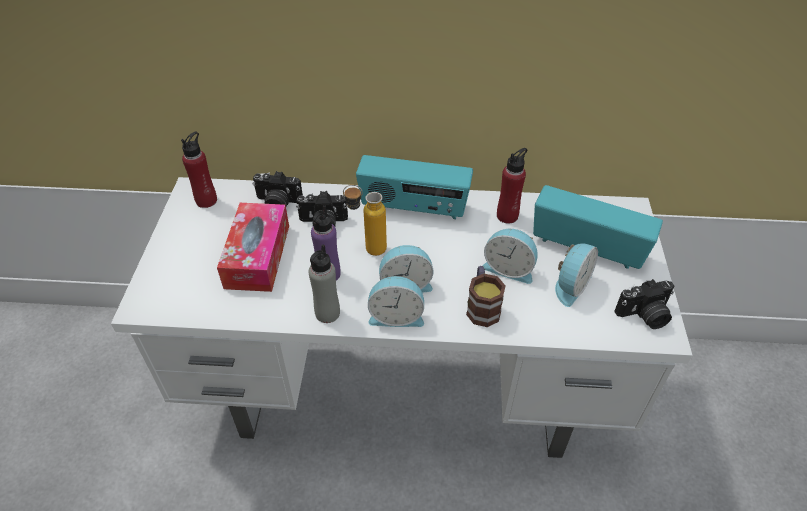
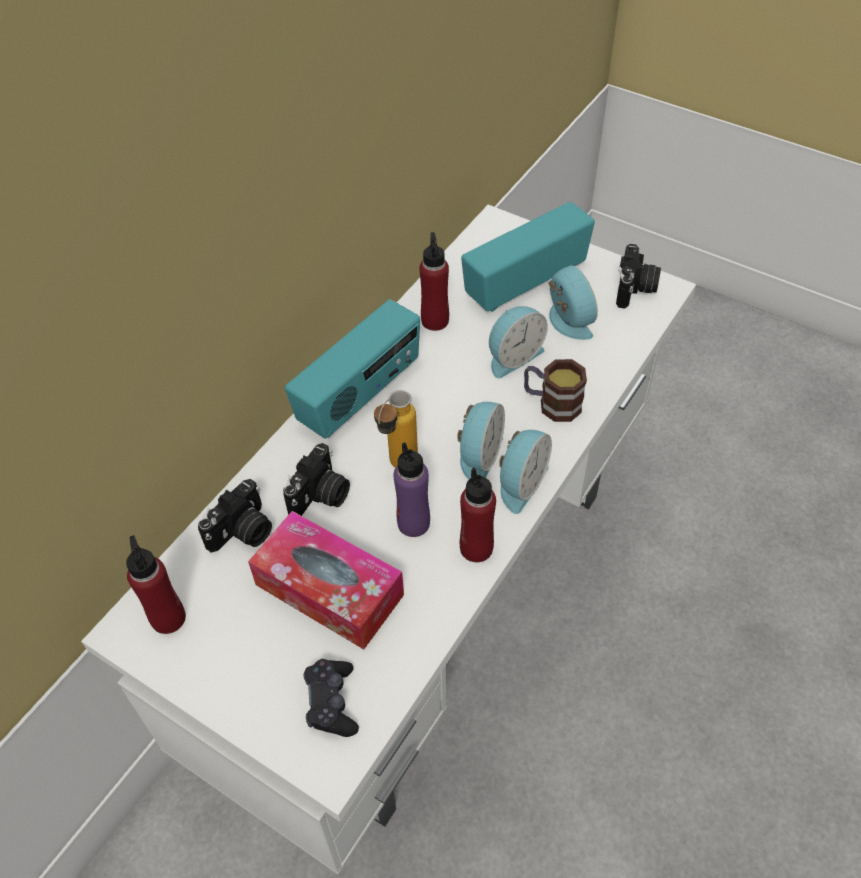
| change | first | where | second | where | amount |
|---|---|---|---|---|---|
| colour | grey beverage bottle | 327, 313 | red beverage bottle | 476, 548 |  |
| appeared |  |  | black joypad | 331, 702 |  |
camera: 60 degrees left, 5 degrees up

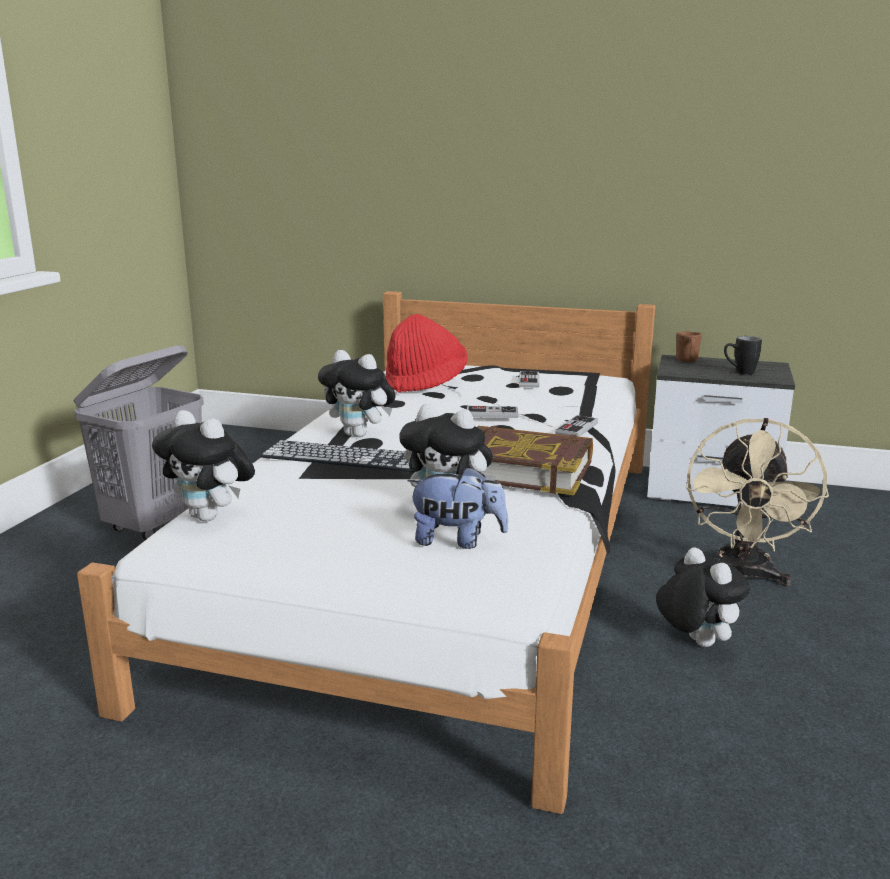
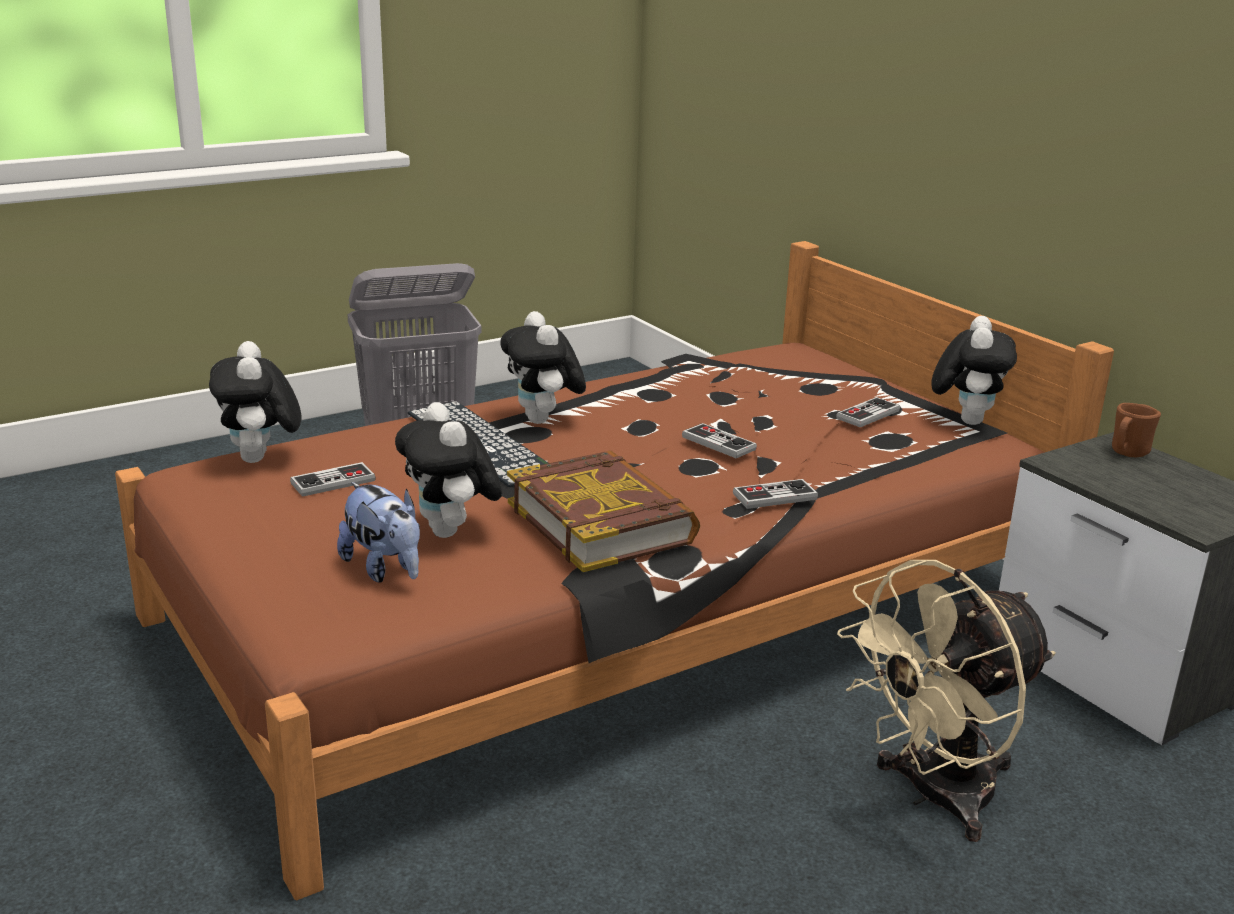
| change | first | where | second | where | amount |
|---|---|---|---|---|---|
| colour | white bed | 444, 559 | brownish bed | 613, 608 |  |
| missing | red wearable hat | 425, 383 |  |  |  |
| missing | black tea mug | 739, 372 |  |  |  |
| relocated | plush toy | 695, 642 |  | 965, 420 |  |
| appeared |  |  | joypad | 333, 482 |  |
camera: 40 degrees right, 5 degrees up

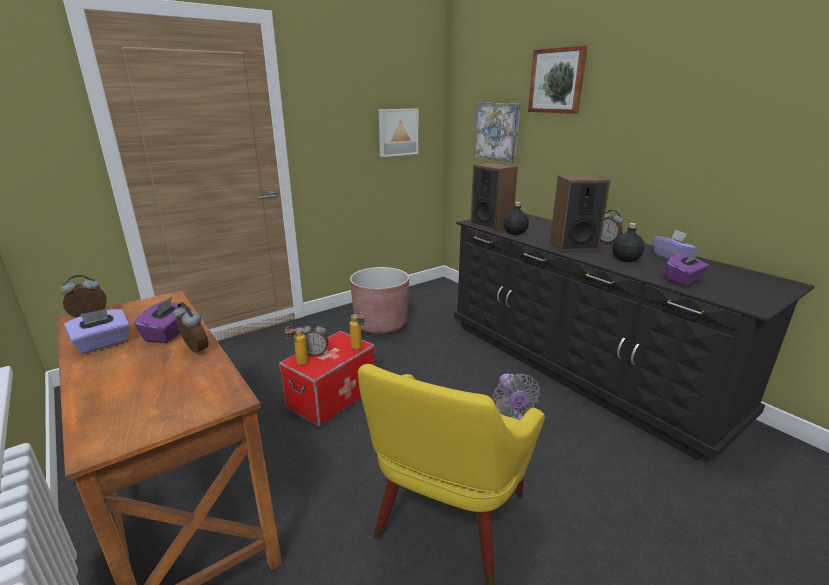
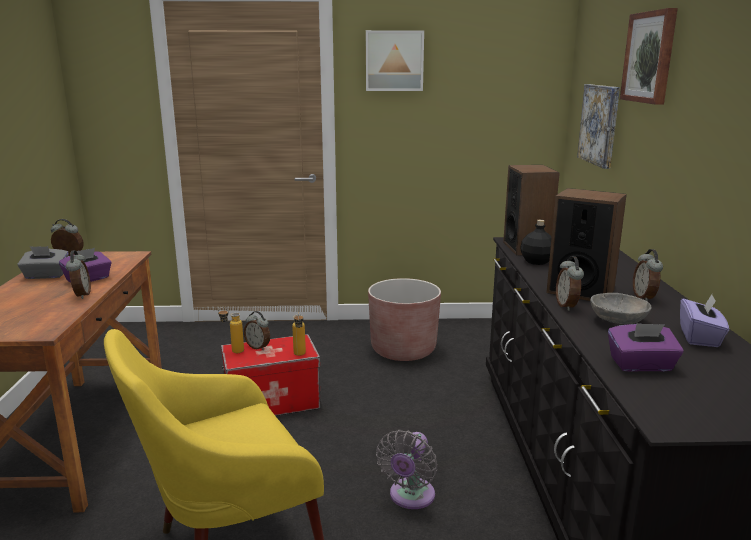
| change | first | where | second | where | amount |
|---|---|---|---|---|---|
| relocated | picture | 397, 132 |  | 394, 61 |  |
| exchanged | black beverage bottle | 626, 259 | grey serving bowl | 617, 322 |  |
| colour | purplish tissue holder | 103, 344 | grey tissue holder | 46, 275 |  |
| appeared |  |  | table clock | 567, 306 |  |
camera: 35 degrees right, 5 degrees down

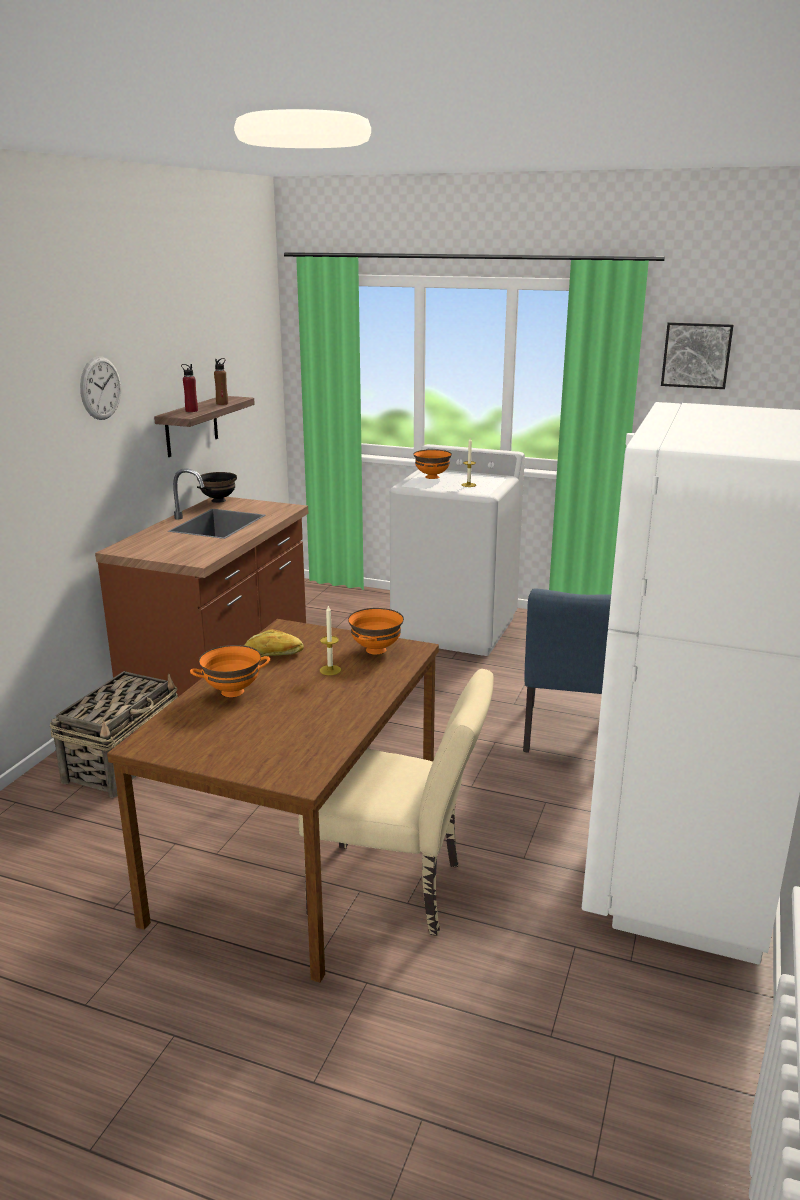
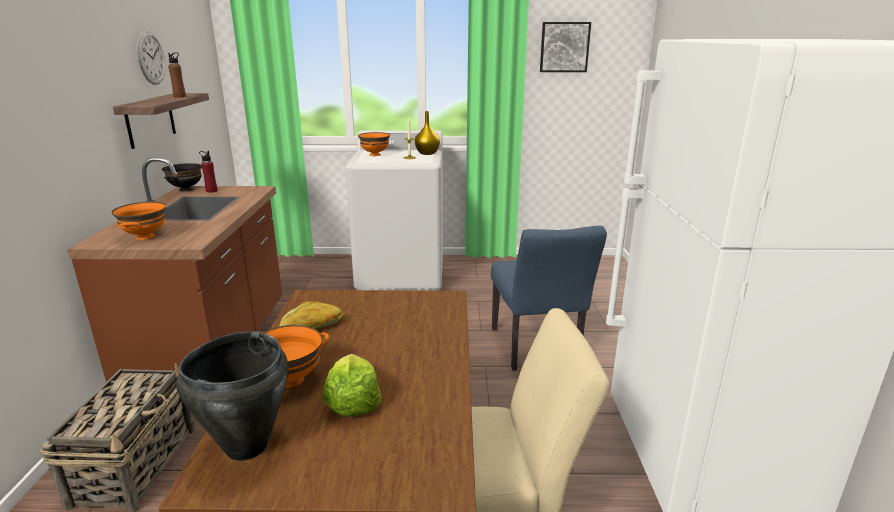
| change | first | where | second | where | amount |
|---|---|---|---|---|---|
| relocated | clock on the wall | 100, 388 |  | 151, 58 |  |
| relocated | red beverage bottle | 191, 411 |  | 211, 191 |  |
| missing | wax candle | 330, 670 |  |  |  |
| relocated | orange serving bowl | 376, 650 |  | 145, 236 |  |
| appeared |  |  | yellowish flower vase | 427, 153 |  |
| appeared |  |  | black stockpot | 245, 447 |  |
| appeared |  |  | lettuce head | 352, 402 |  |
camera: 20 degrees left, 0 degrees up

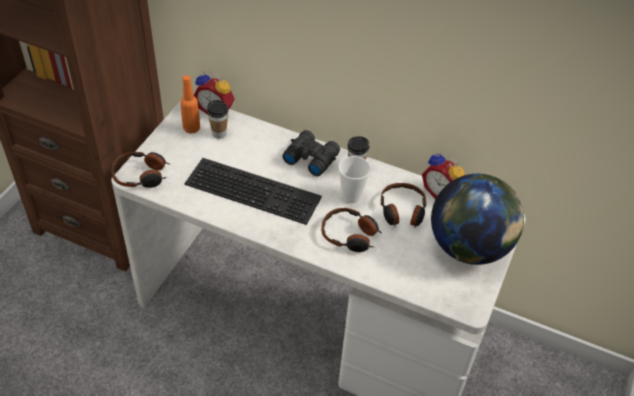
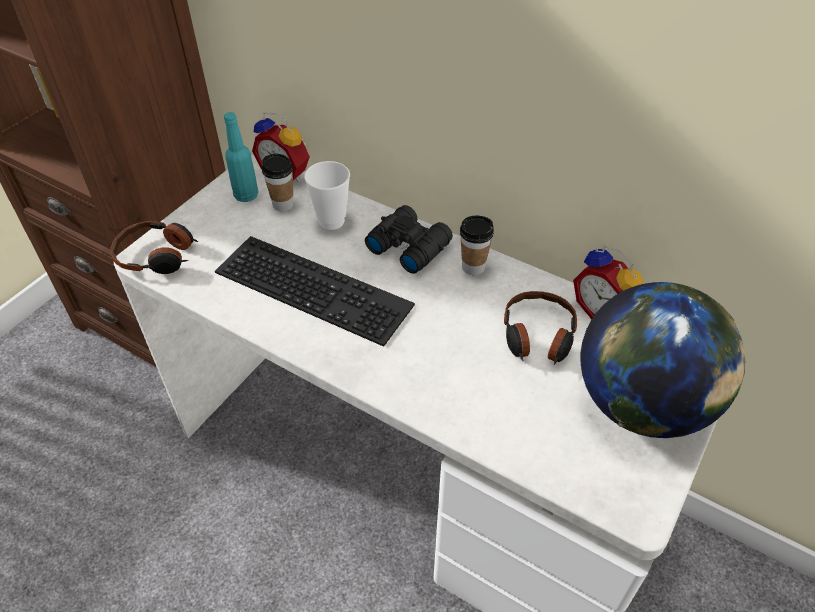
| change | first | where | second | where | amount |
|---|---|---|---|---|---|
| colour | orange beverage bottle | 191, 128 | turquoise beverage bottle | 246, 195 |  |
| relocated | small cup | 351, 196 |  | 331, 221 |  |
| missing | pair of headphones | 350, 235 |  |  |  |
camera: 10 degrees right, 0 degrees up

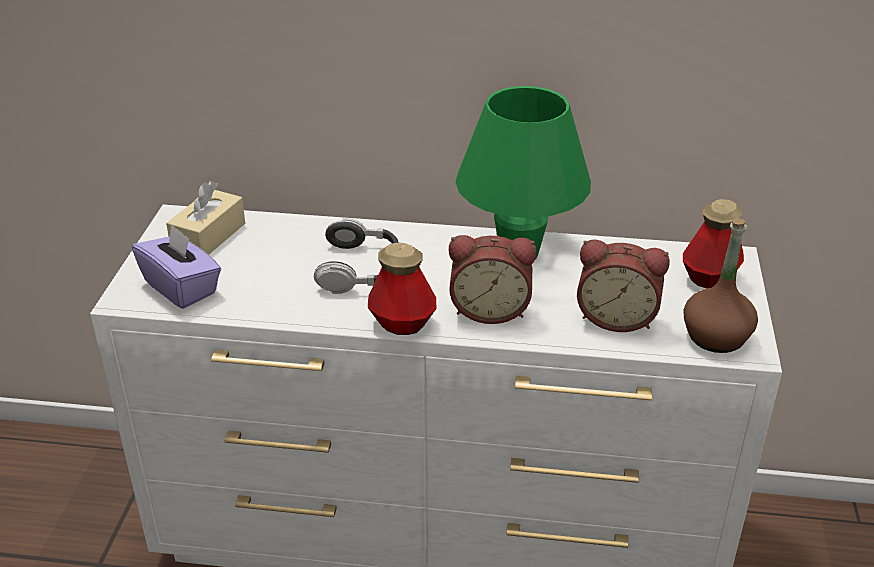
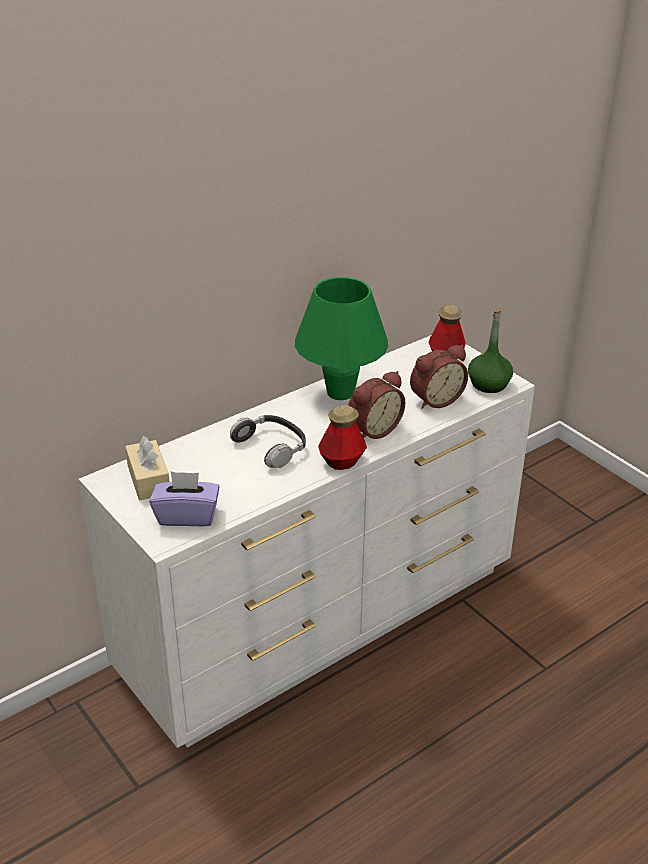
| change | first | where | second | where | amount |
|---|---|---|---|---|---|
| colour | brownish beverage bottle | 715, 336 | greenish beverage bottle | 488, 384 |  |
camera: 45 degrees left, 0 degrees up

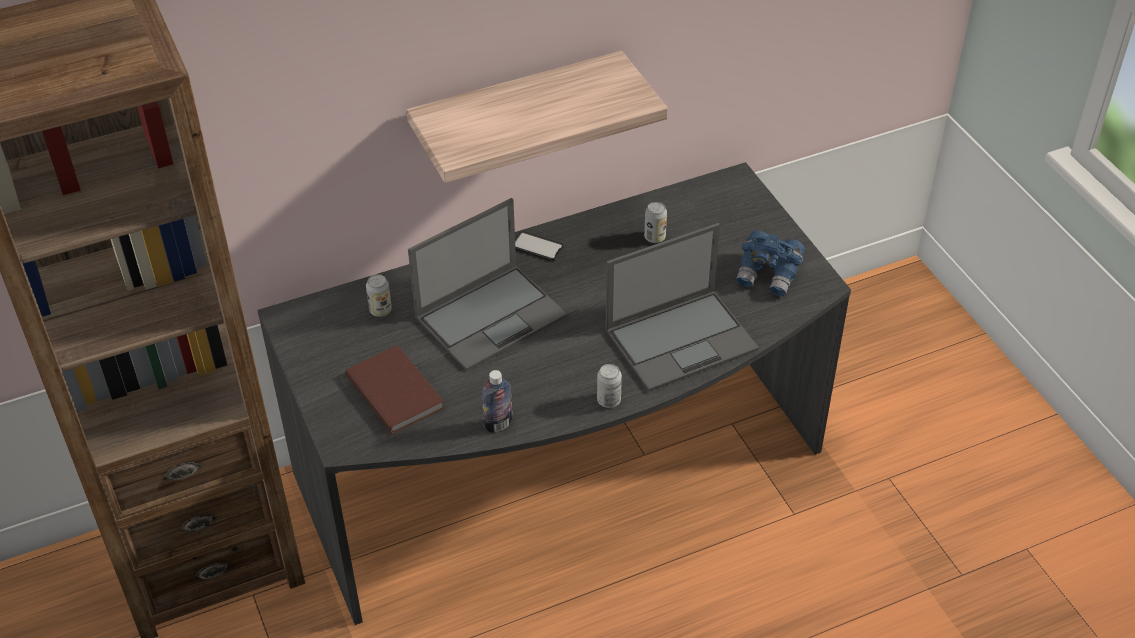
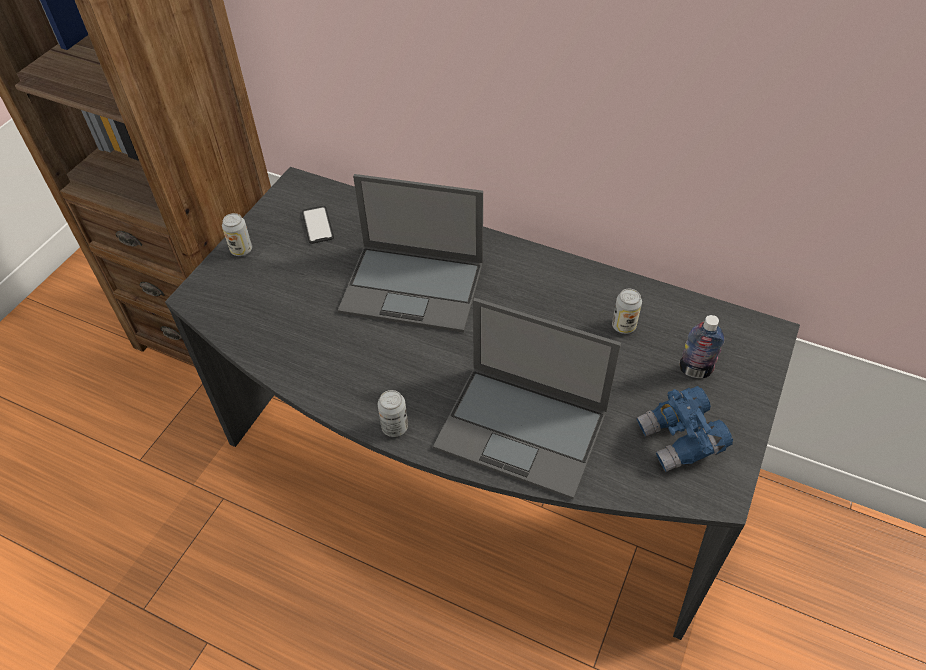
| change | first | where | second | where | amount |
|---|---|---|---|---|---|
| missing | shelf | 517, 112 |  |  |  |
| relocated | telephone | 537, 247 |  | 317, 225 |  |
| relocated | can | 380, 310 |  | 241, 250 |  |
| missing | brownish bound book | 396, 390 |  |  |  |
| relocated | beverage bottle | 498, 424 |  | 695, 370 |  |
camera: 50 degrees right, 5 degrees up

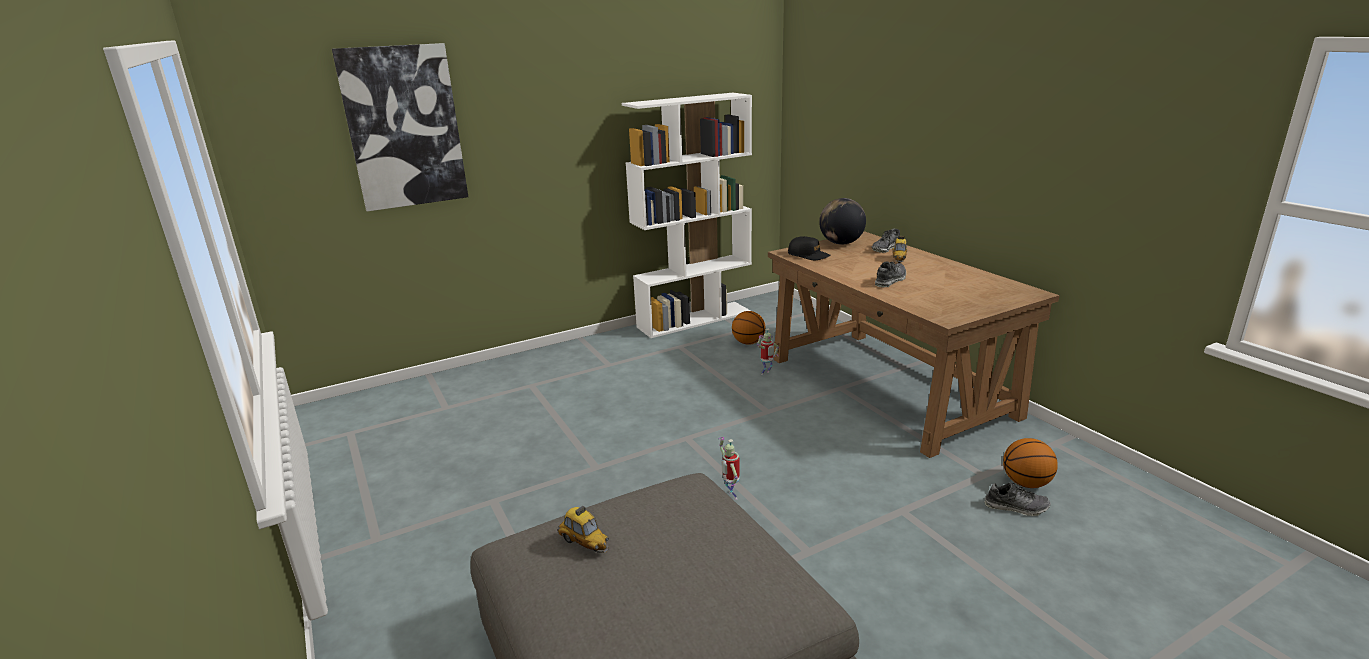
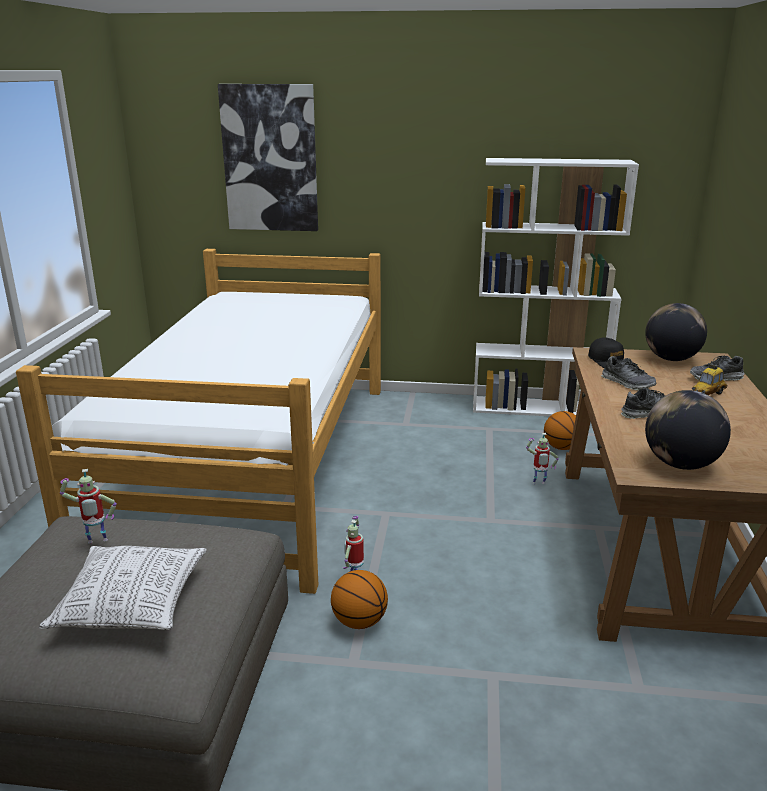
| change | first | where | second | where | amount |
|---|---|---|---|---|---|
| relocated | basketball ball | 1026, 483 |  | 359, 622 |  |
| relocated | shoe | 1016, 507 |  | 627, 383 |  |
| exchanged | toy car | 584, 543 | robot figure | 97, 542 |  |
| appeared |  |  | bed | 256, 462 |  |
| appeared |  |  | world globe | 680, 464 |  |
| appeared |  |  | pillow | 131, 604 |  |
camera: 35 degrees right, 0 degrees up

